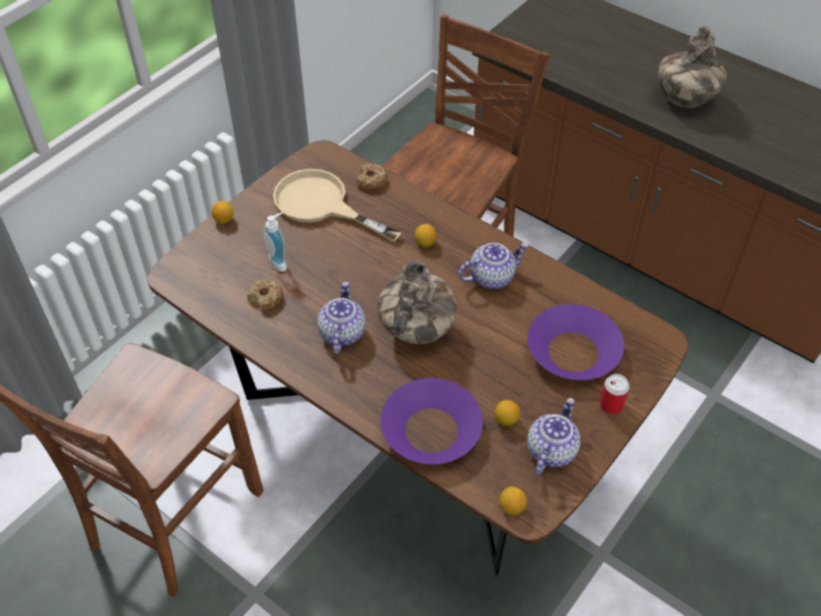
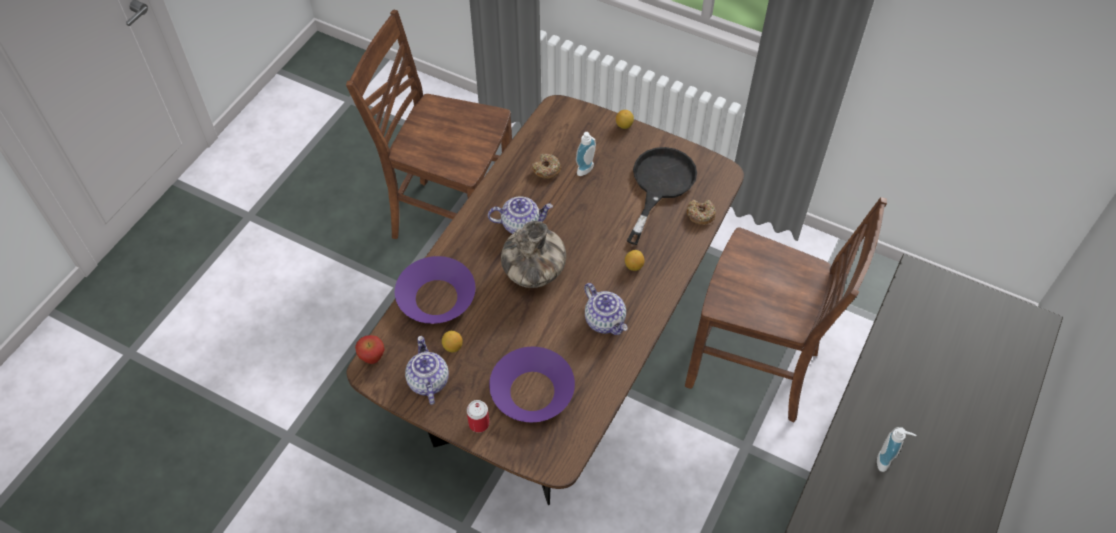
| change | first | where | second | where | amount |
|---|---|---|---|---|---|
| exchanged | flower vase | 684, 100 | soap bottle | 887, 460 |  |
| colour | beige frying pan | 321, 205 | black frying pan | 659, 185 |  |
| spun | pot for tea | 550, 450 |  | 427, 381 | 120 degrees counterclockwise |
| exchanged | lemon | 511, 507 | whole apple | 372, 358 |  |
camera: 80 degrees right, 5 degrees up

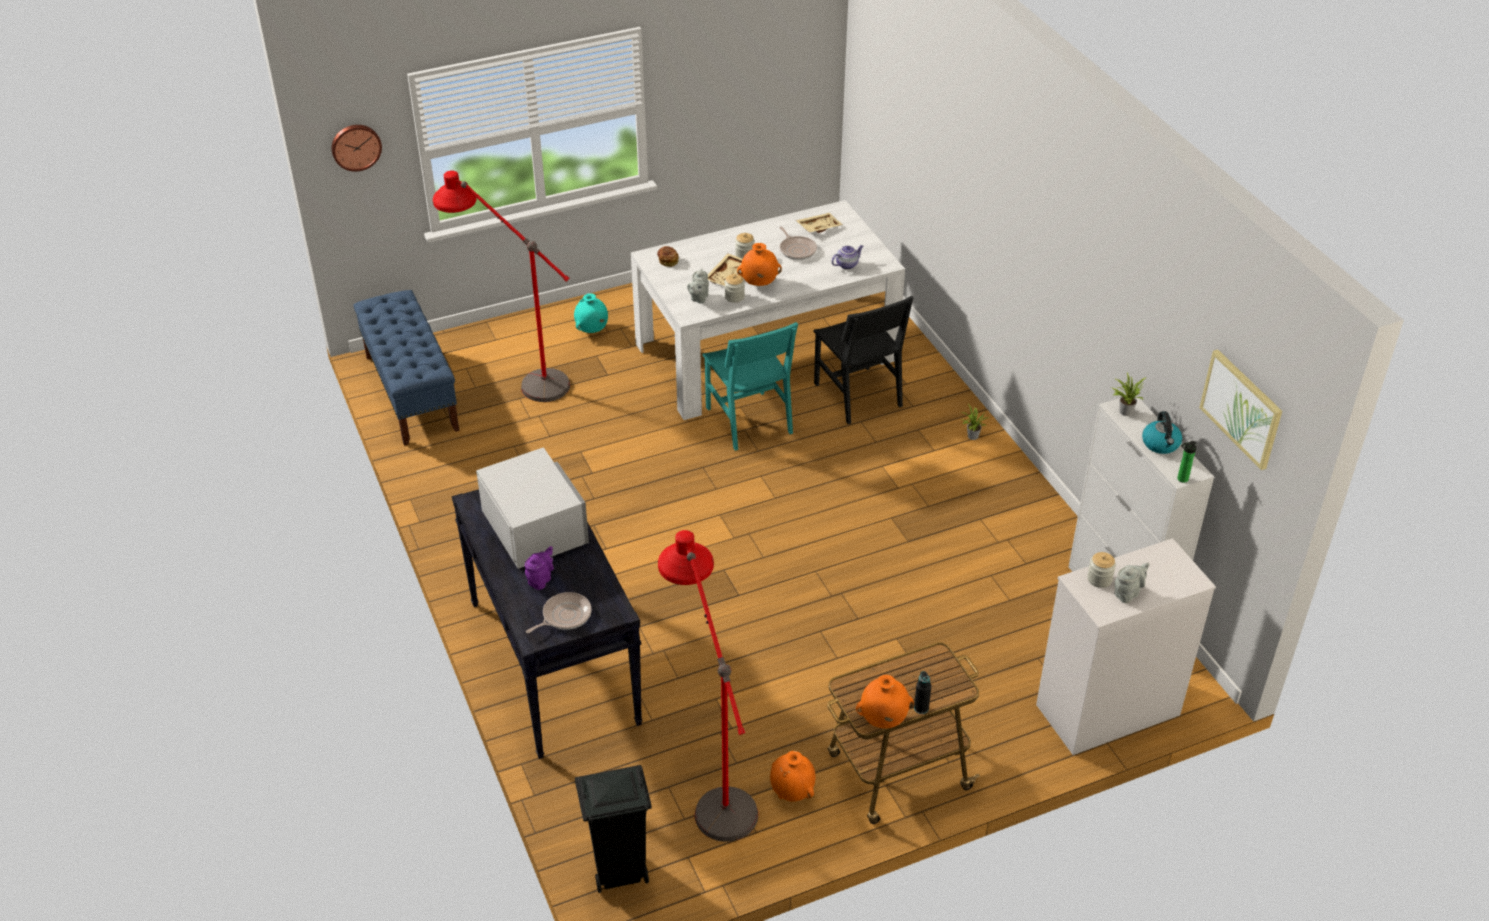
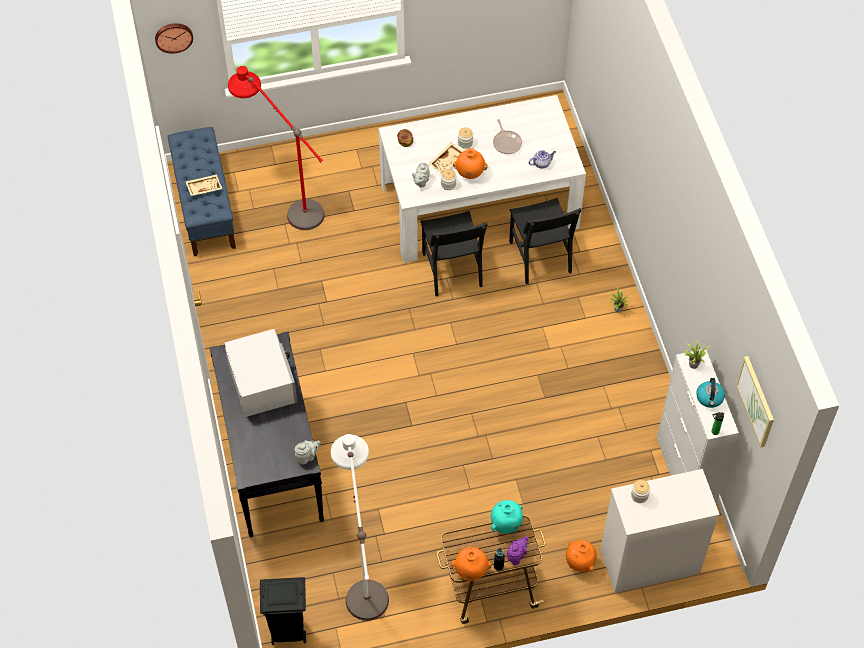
| change | first | where | second | where | amount |
|---|---|---|---|---|---|
| relocated | beige carrying tray | 818, 227 |  | 204, 187 |  |
| relocated | turquoise flower vase | 592, 330 |  | 506, 525 |  |
| colour | turquoise upright chair | 748, 420 | black upright chair | 451, 269 |  |
| colour | red standard lamp | 712, 780 | white standard lamp | 363, 572 |  |
| relocated | purplish pot for tea | 541, 579 |  | 516, 556 |  |
| relocated | grey pot for tea | 1128, 593 |  | 307, 456 |  |
| missing | frying pan | 564, 616 |  |  |  |
| relocated | orange flower vase | 792, 793 |  | 580, 563 |  |
camera: 10 degrees right, 15 degrees up

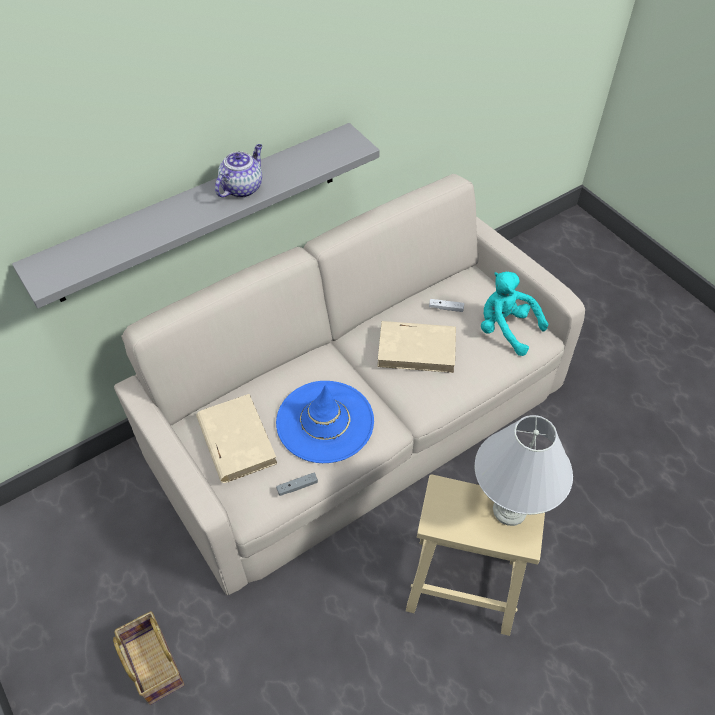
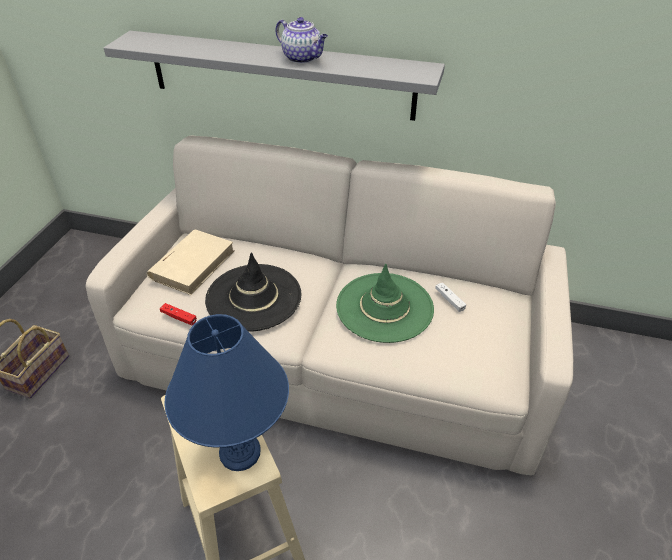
| change | first | where | second | where | amount |
|---|---|---|---|---|---|
| spun | pot for tea | 242, 187 |  | 303, 58 | 45 degrees clockwise |
| missing | turquoise plush toy | 506, 329 |  |  |  |
| exchanged | beige bound book | 417, 349 | greenish wearable hat | 384, 307 |  |
| colour | bluish wearable hat | 325, 421 | black wearable hat | 253, 297 |  |
| colour | white tabletop lamp | 509, 509 | bluish tabletop lamp | 240, 451 |  |
| colour | grey joypad | 297, 487 | red joypad | 179, 317 |  |
camera: 50 degrees right, 10 degrees down

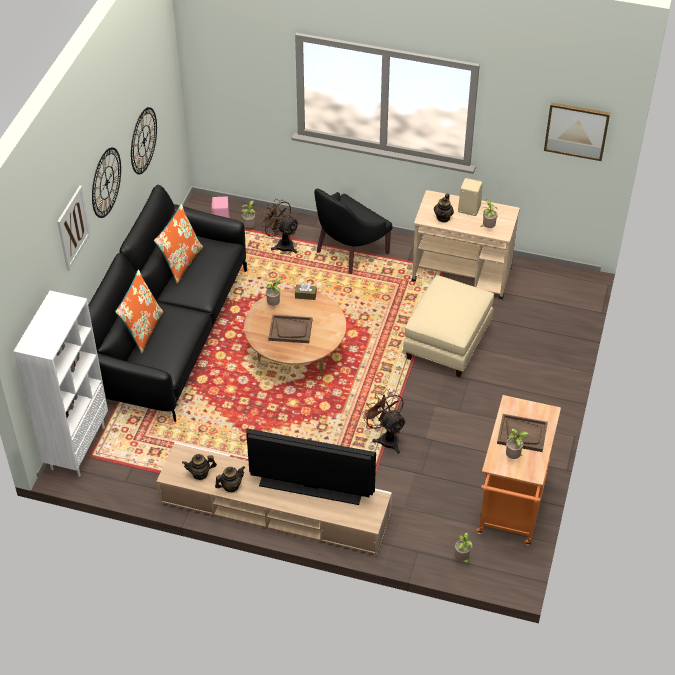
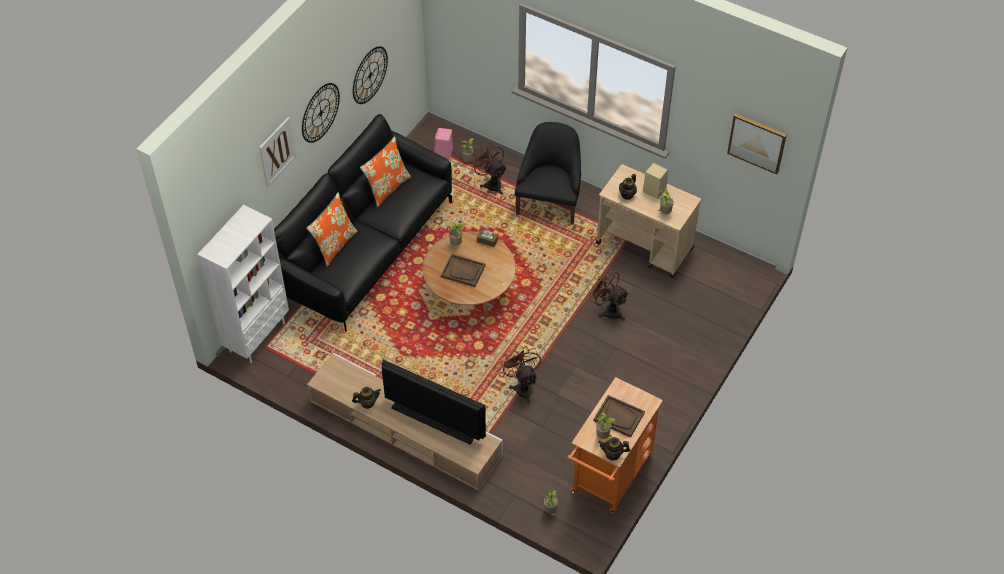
| change | first | where | second | where | amount |
|---|---|---|---|---|---|
| spun | black easy chair | 349, 251 |  | 549, 202 | 135 degrees clockwise |
| exchanged | beige ottoman | 448, 343 | brownish electric fan | 608, 310 |  |
| relocated | pot for tea | 200, 474 |  | 613, 454 |  |
camera: 15 degrees right, 5 degrees up

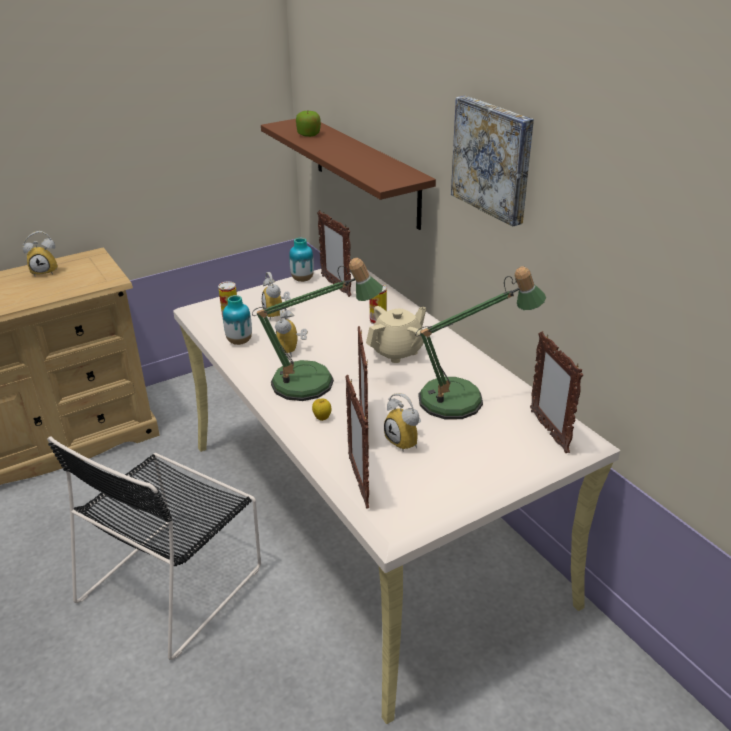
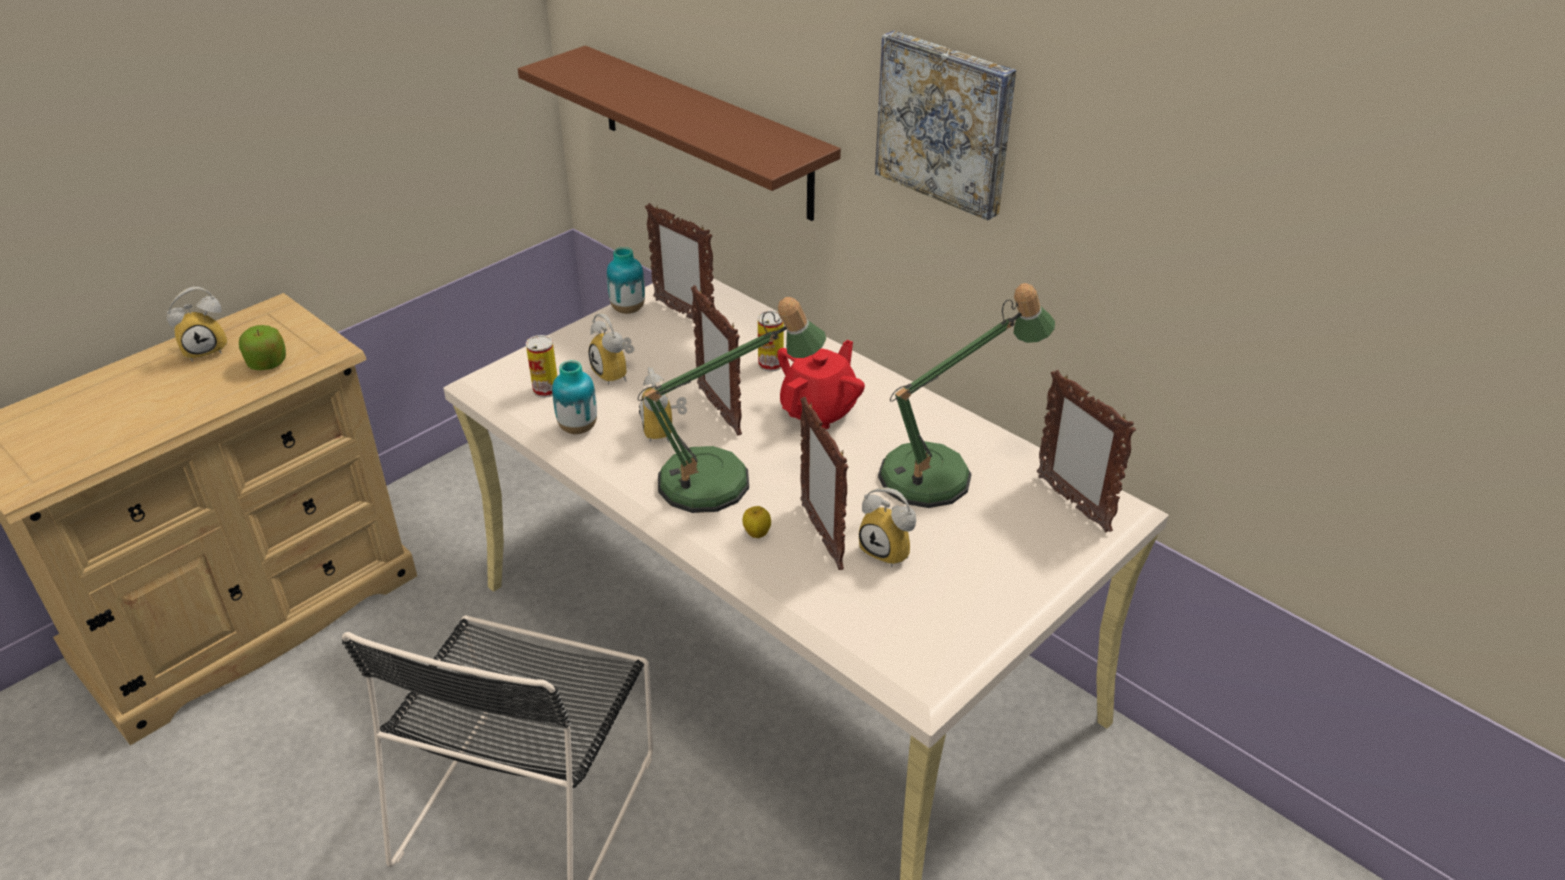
| change | first | where | second | where | amount |
|---|---|---|---|---|---|
| relocated | whole apple | 308, 135 |  | 267, 363 |  |
| colour | beige pot for tea | 397, 351 | red pot for tea | 819, 411 |  |
| relocated | standing frame | 358, 482 |  | 719, 411 |  |
camera: 15 degrees left, 5 degrees up

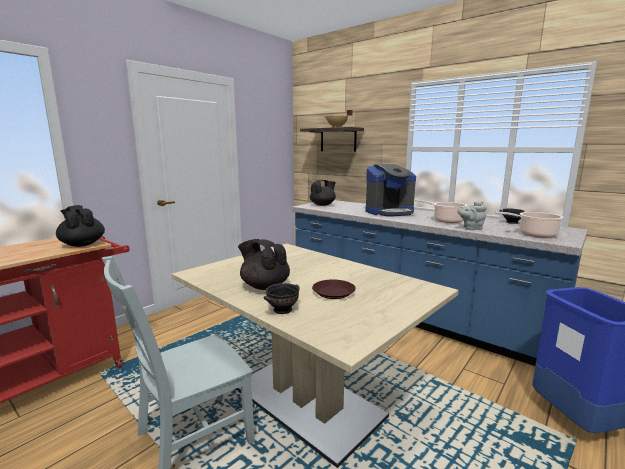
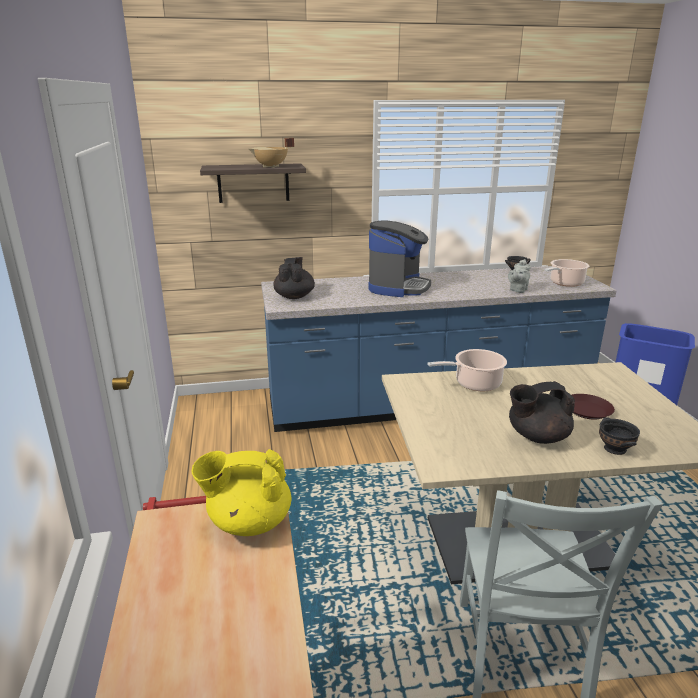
| change | first | where | second | where | amount |
|---|---|---|---|---|---|
| relocated | stockpot | 446, 220 |  | 475, 384 |  |
| colour | black pot for tea | 82, 244 | yellowish pot for tea | 248, 522 |  |
camera: 50 degrees left, 10 degrees up

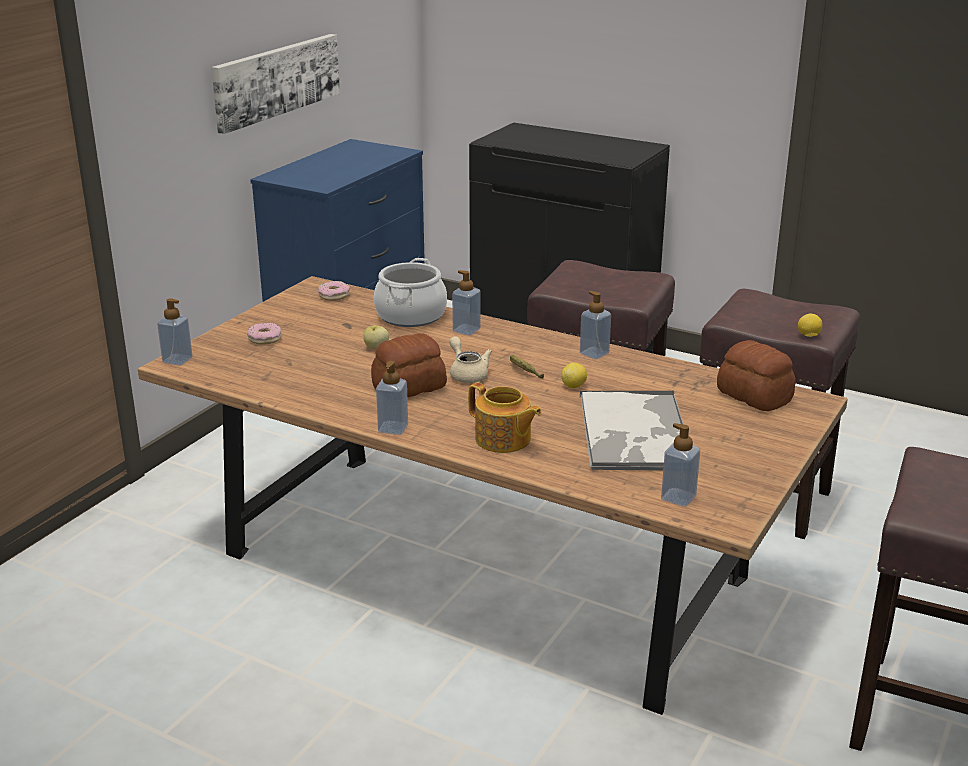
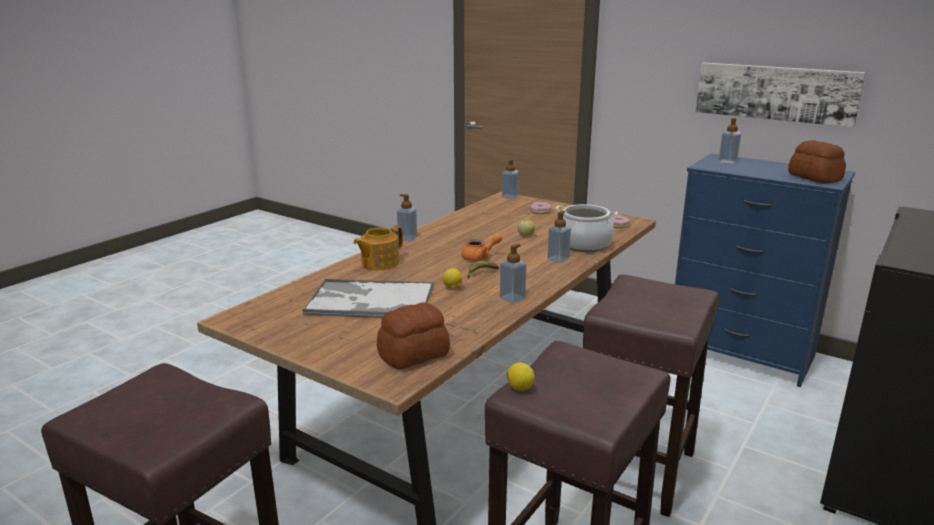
| change | first | where | second | where | amount |
|---|---|---|---|---|---|
| relocated | bread | 408, 387 |  | 814, 178 |  |
| colour | beige pot for tea | 467, 374 | orange pot for tea | 480, 257 |  |
| relocated | soap bottle | 678, 498 |  | 727, 161 |  |
camera: 95 degrees right, 5 degrees down

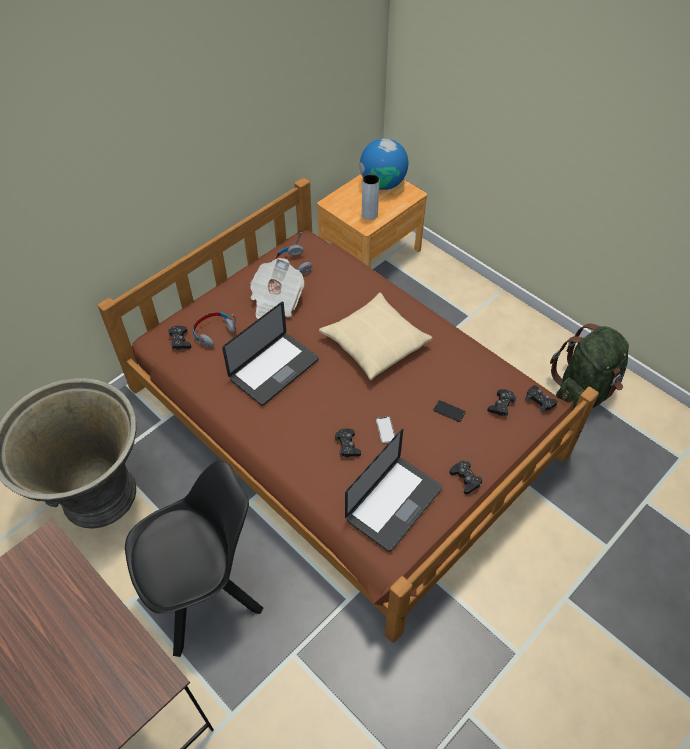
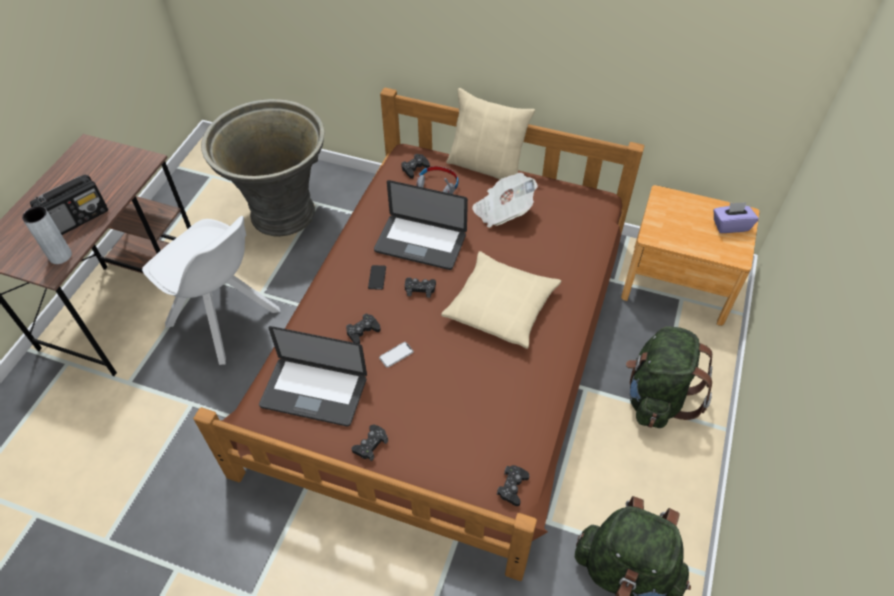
| change | first | where | second | where | amount |
|---|---|---|---|---|---|
| exchanged | world globe | 383, 183 | purplish tissue holder | 730, 225 |  |
| relocated | grey flower vase | 369, 215 |  | 60, 256 |  |
| missing | grey pair of headphones | 292, 265 |  |  |  |
| relocated | black joypad | 501, 405 |  | 420, 289 |  |
| relocated | telephone | 449, 411 |  | 377, 277 |  |
| colour | black upright chair | 206, 592 | white upright chair | 225, 319 |  |
| appeared |  |  | beige pillow | 487, 166 |  |
| appeared |  |  | radio receiver | 78, 219 |  |
| appeared |  |  | greenish rucksack | 656, 397 |  |
camera: 65 degrees right, 0 degrees up

